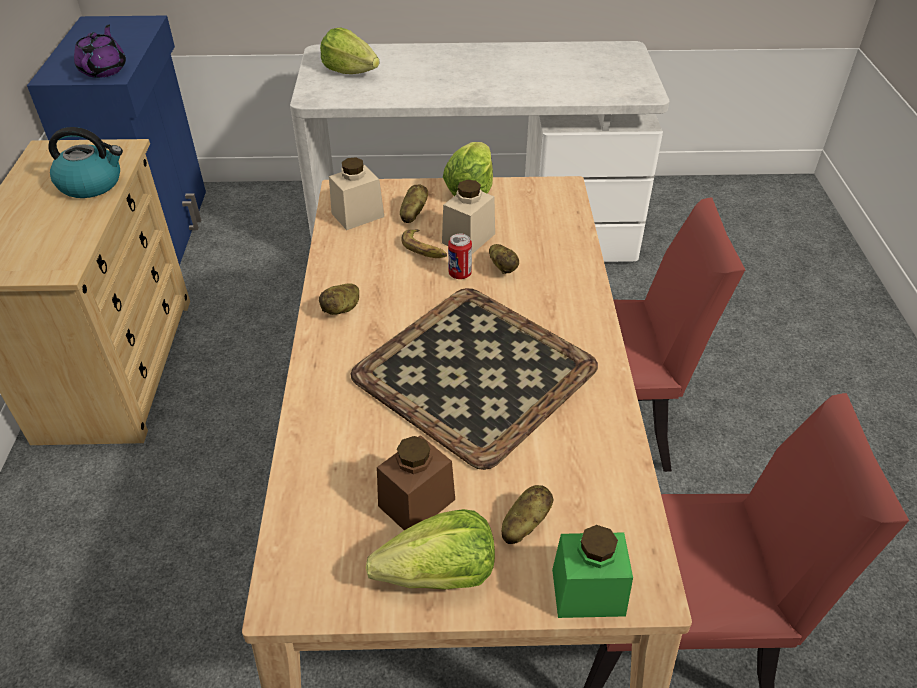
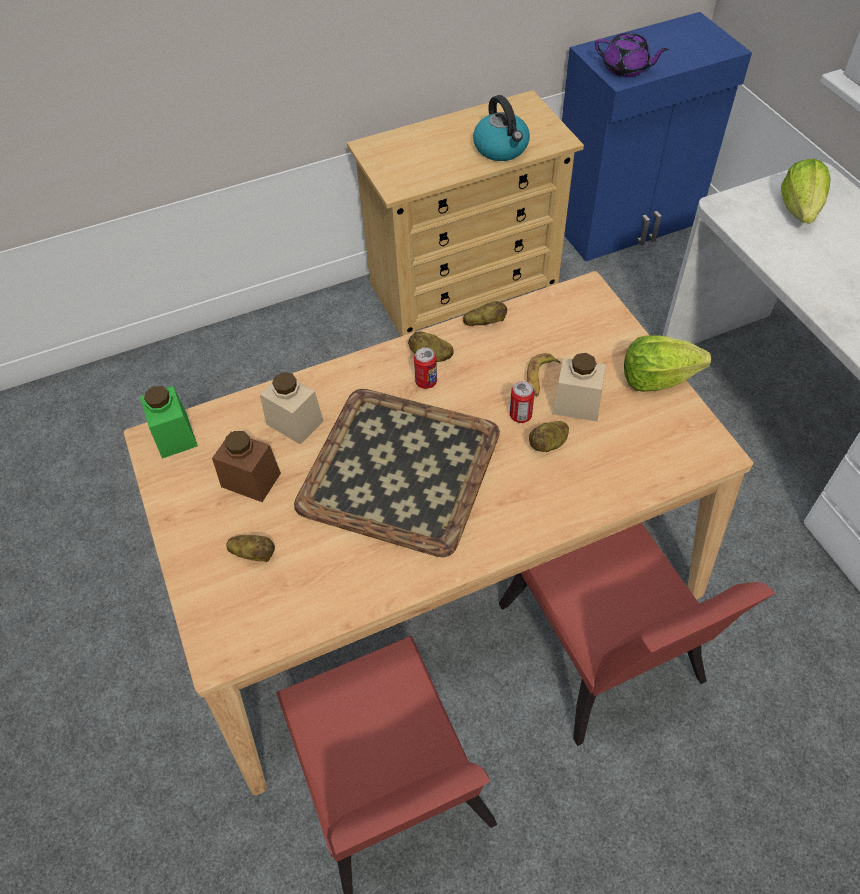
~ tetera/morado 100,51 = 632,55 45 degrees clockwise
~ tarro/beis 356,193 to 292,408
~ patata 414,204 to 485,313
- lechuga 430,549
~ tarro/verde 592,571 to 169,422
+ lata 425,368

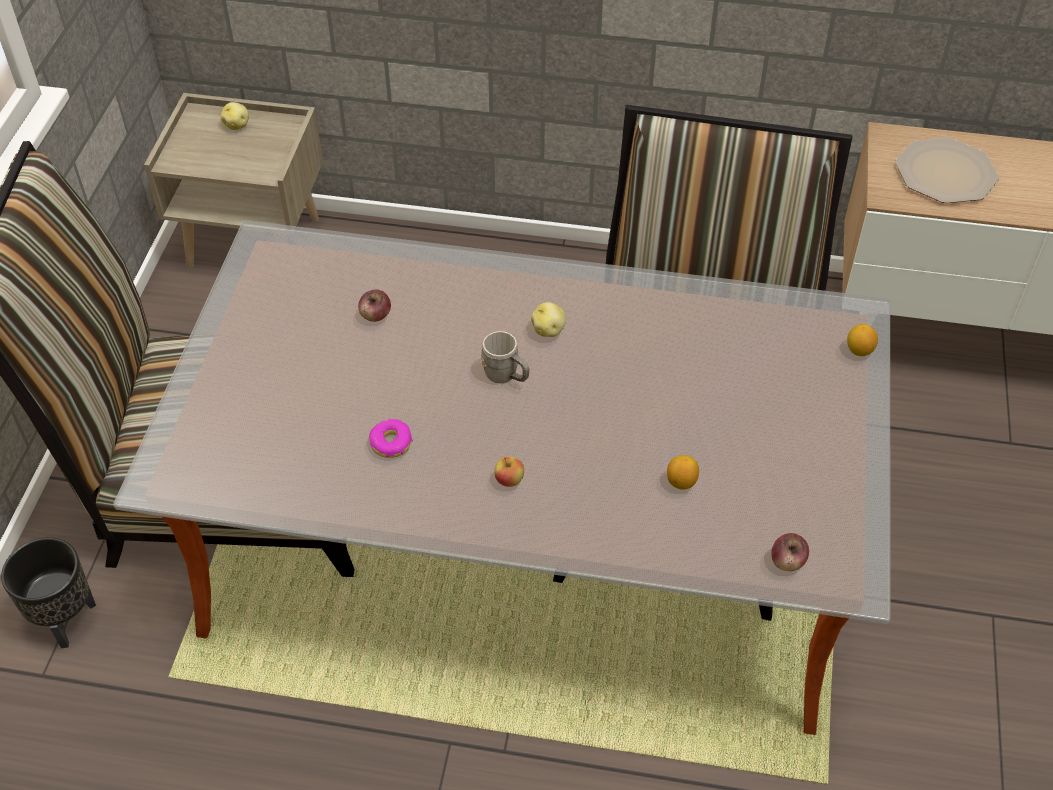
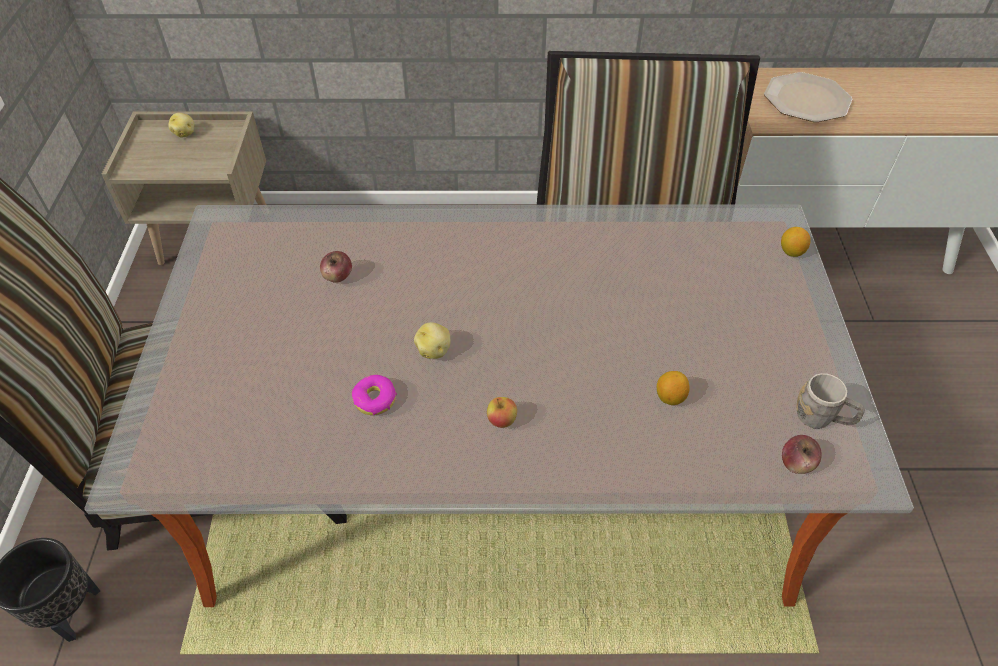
~ patata 548,319 to 432,340
~ taza grande/gris 505,357 to 830,401

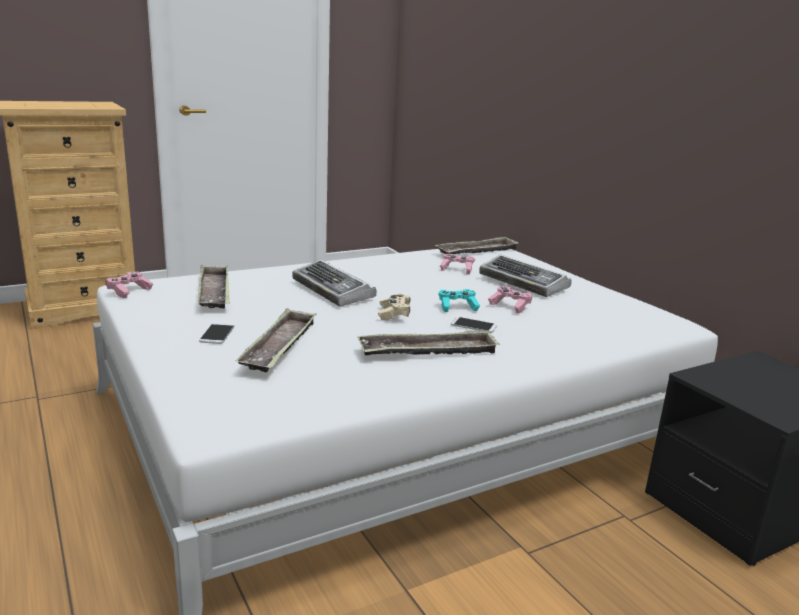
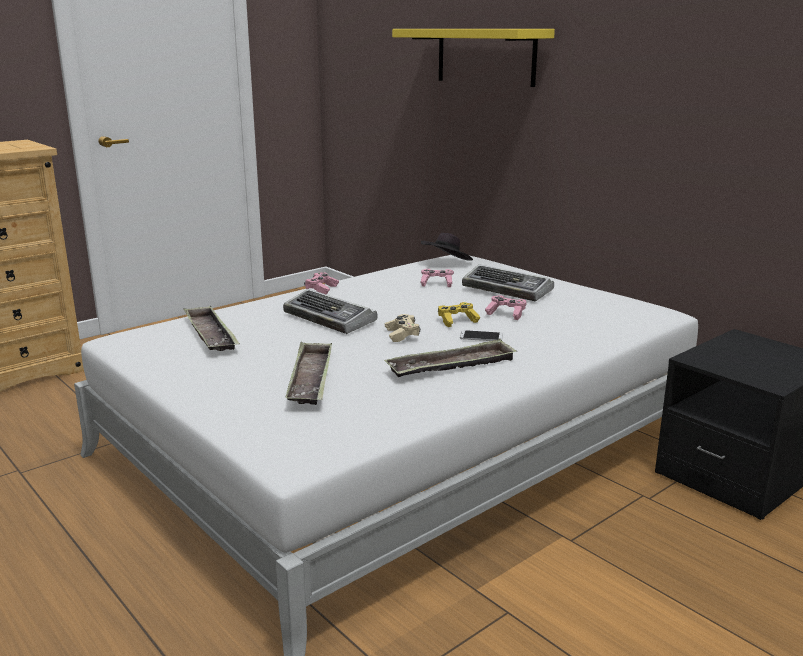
~ bandeja 477,245 to sombrero/negro 447,247
~ mando de consola/rosa 129,285 to 321,283
~ mando de consola/turquesa 459,300 to mando de consola/amarillo 459,314
- móvil 217,333
+ estante/amarillo 473,58

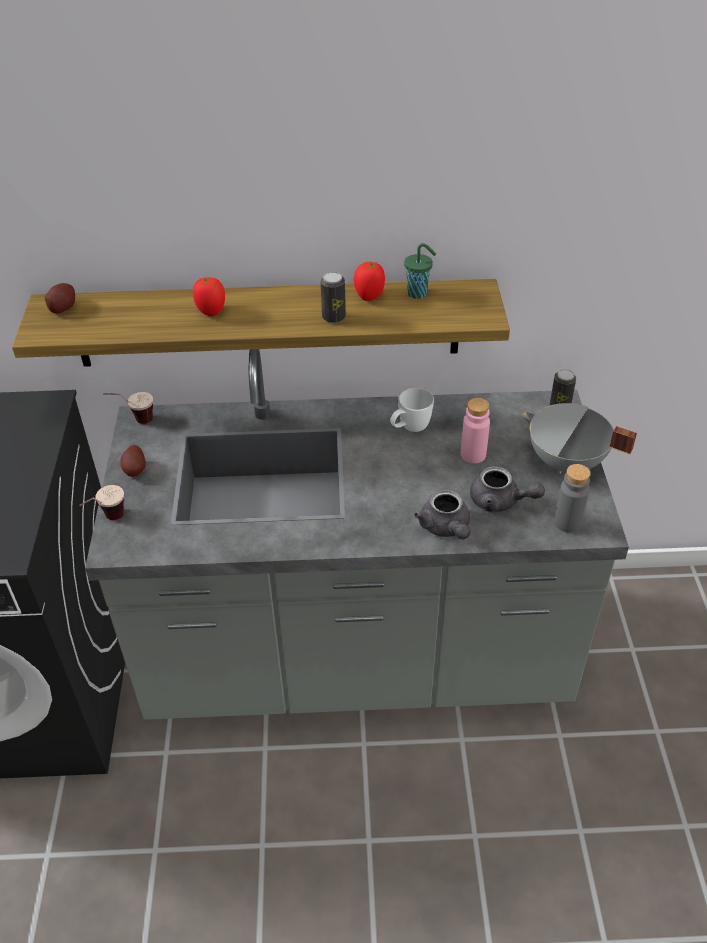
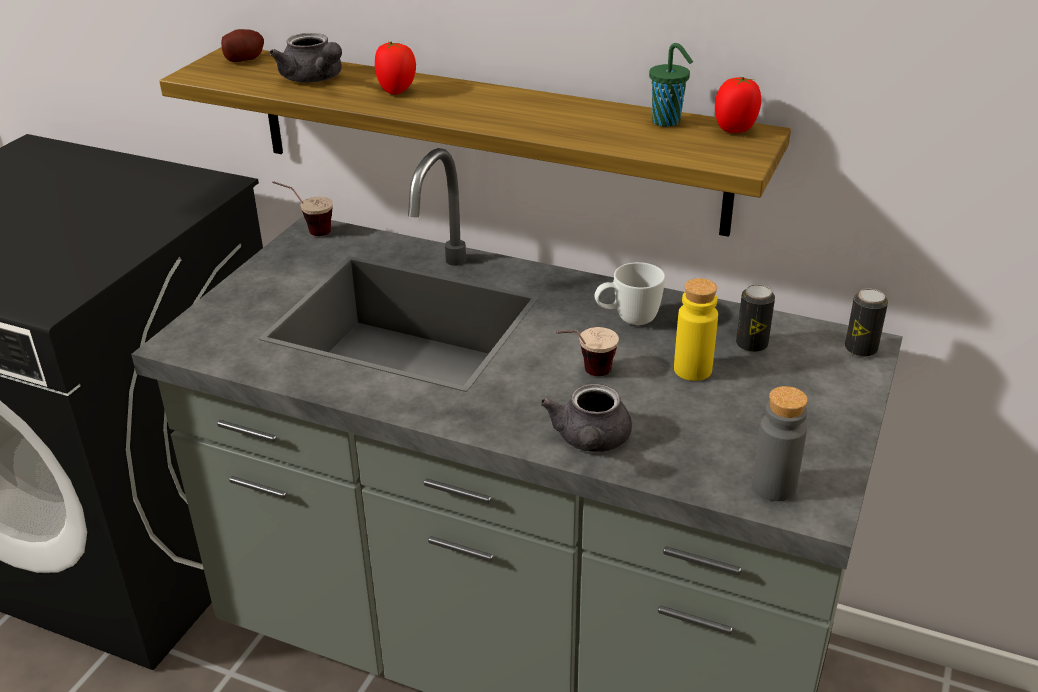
~ tomate 369,281 to 738,105
~ lata 333,297 to 755,318
~ botella/rosa 475,430 to botella/amarillo 696,329
- olla/gris 579,438
- patata 133,461
~ tetera/gris 507,489 to 305,58
~ taza 102,502 to 587,351

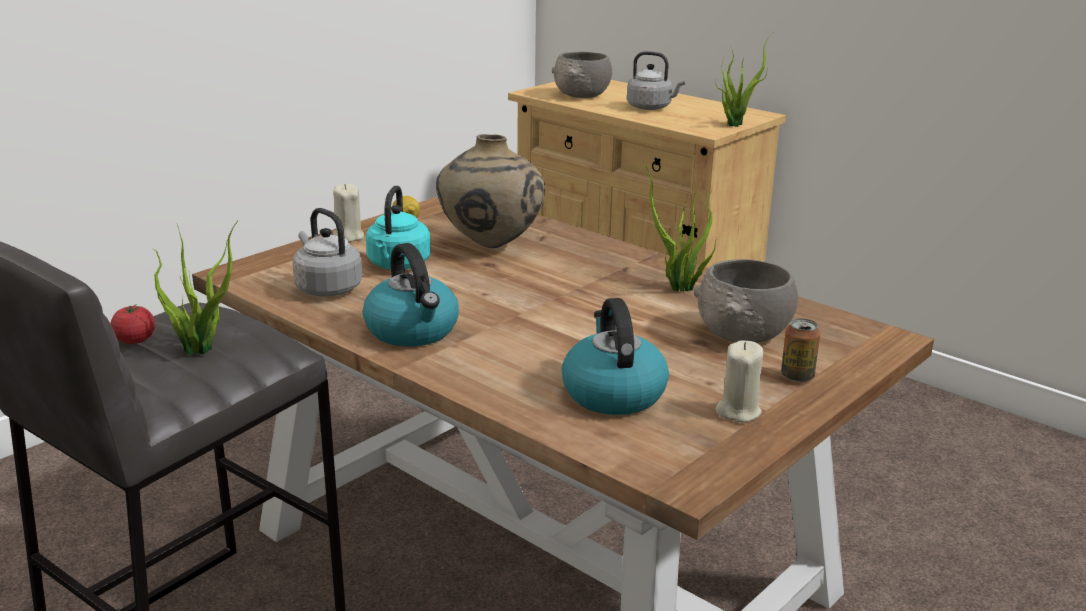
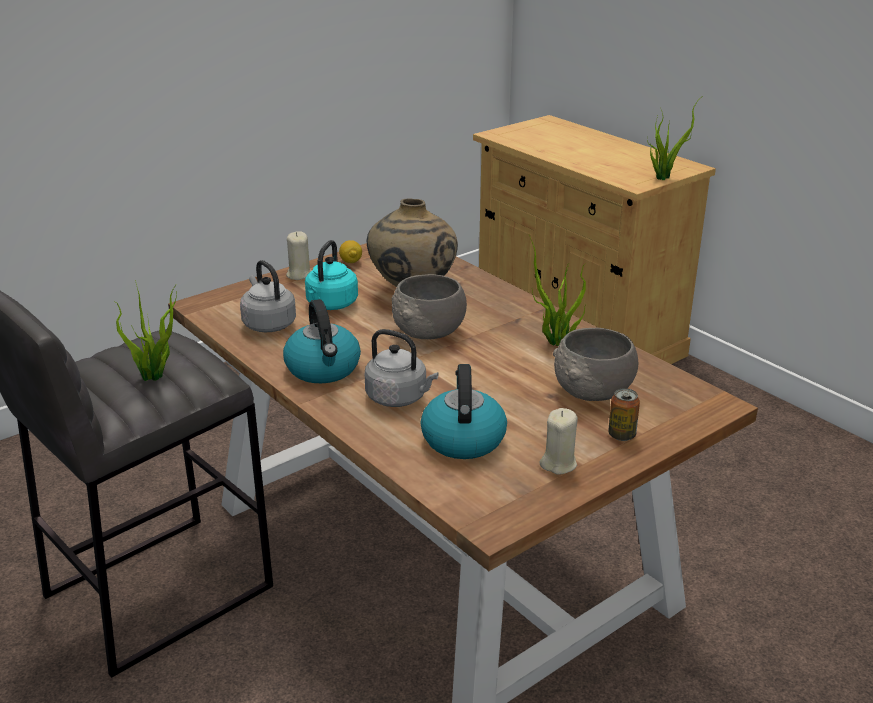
~ hervidor/gris 656,80 to 402,368
~ cuenco/gris 582,75 to 429,306
- tomate 133,324

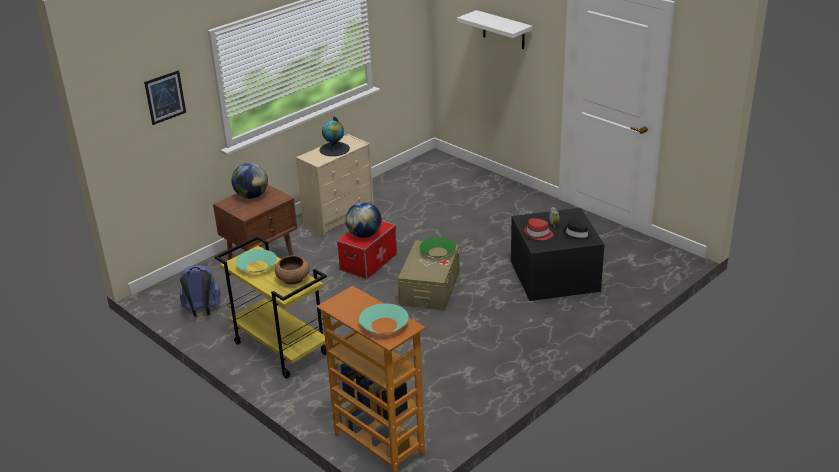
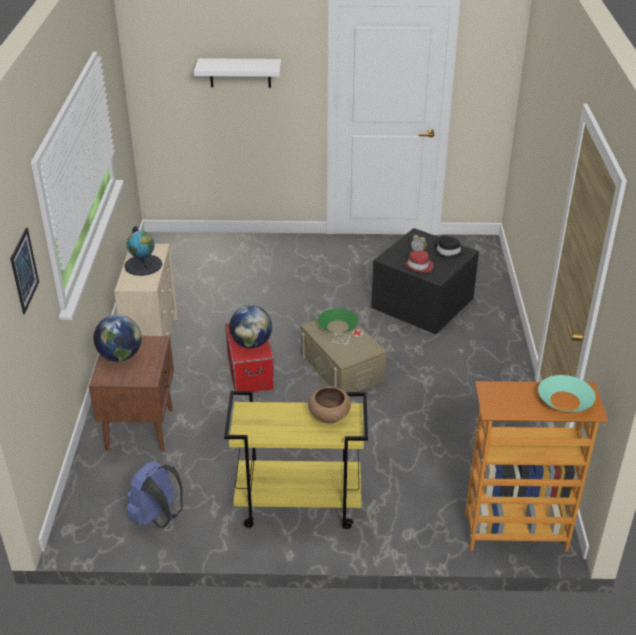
- cuenco/turquesa 256,261

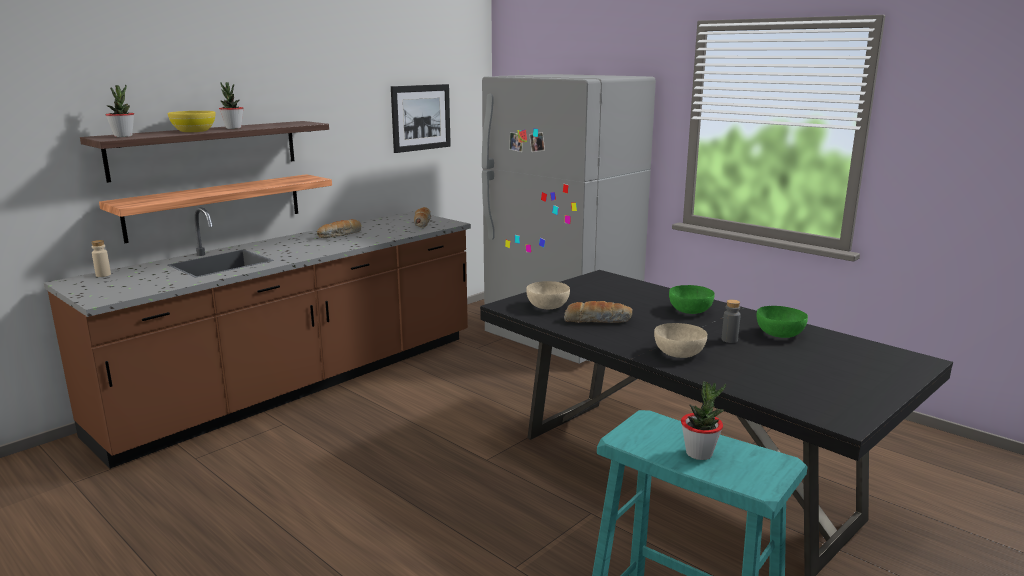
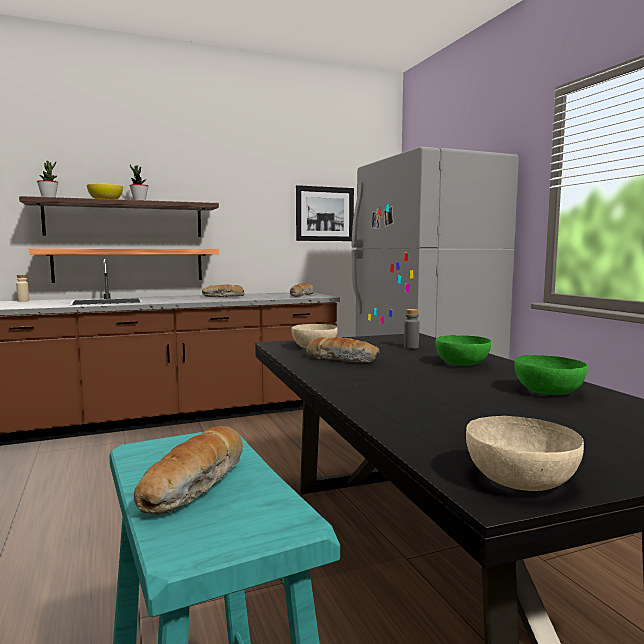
~ botella/gris 731,321 to 411,329
~ cuenco/beis 680,340 to 525,453
~ planta en maceta 703,420 to pan 188,470

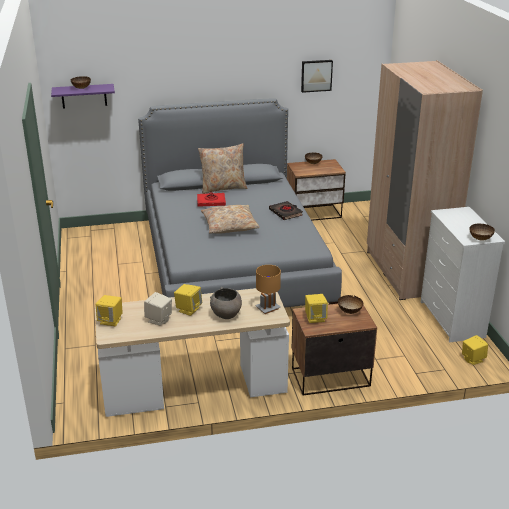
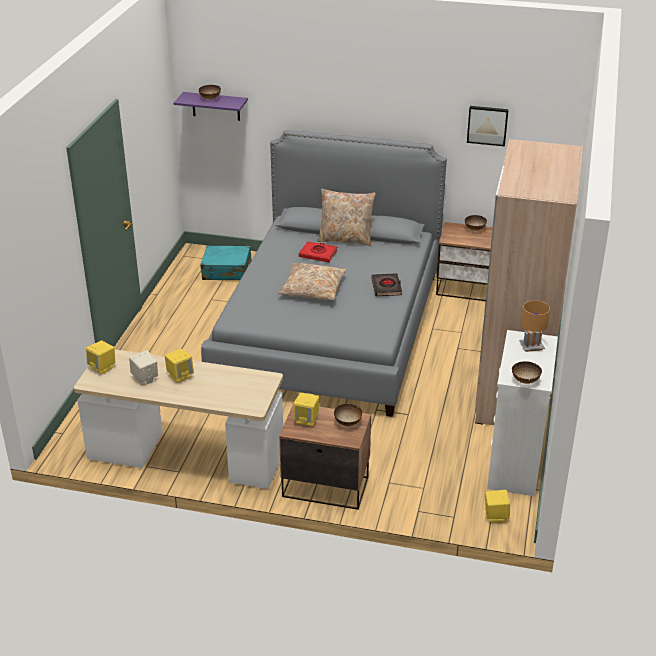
~ lámpara de mesa/marrón 268,289 to 534,326
- cuenco/gris 226,303
+ maleta/turquesa 226,263

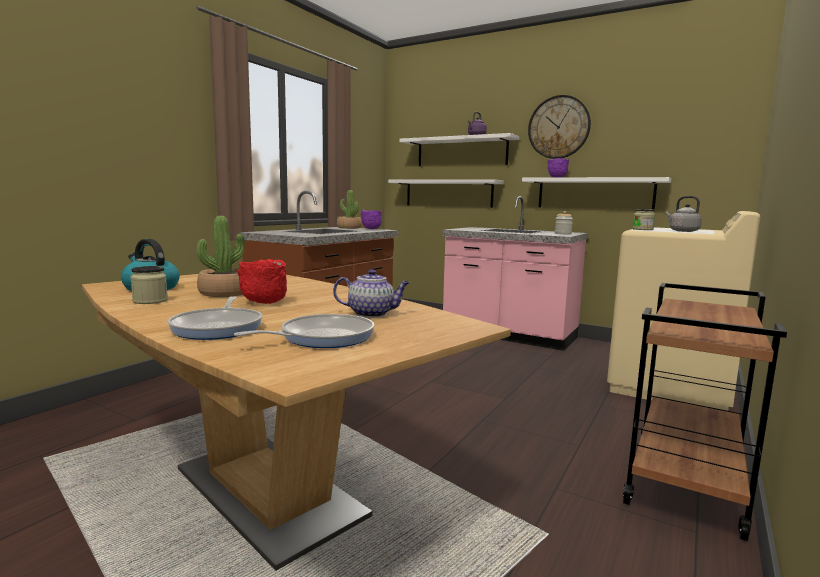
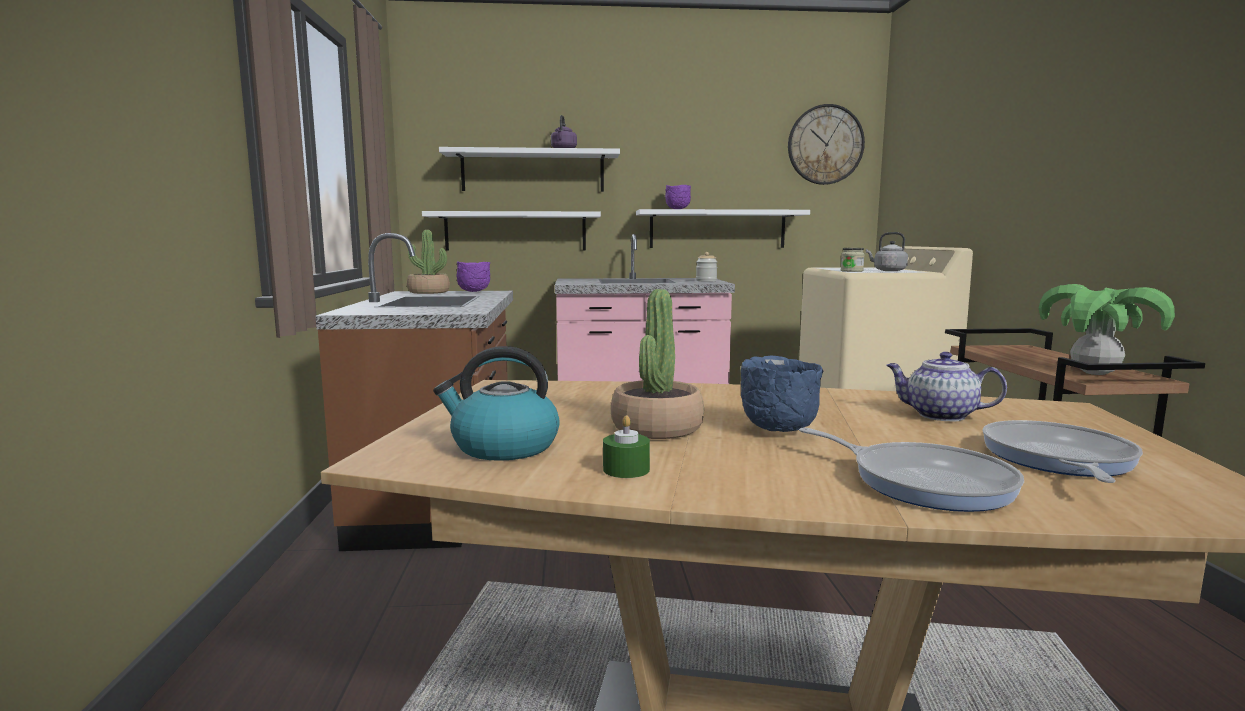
~ reloj de pared 559,127 to 826,144
~ cuenco/rojo 262,281 to cuenco/azul 782,394
~ tarro 149,285 to vela/verde 626,446
~ tetera 371,293 = 946,387 120 degrees counterclockwise
+ planta en maceta 1107,329

